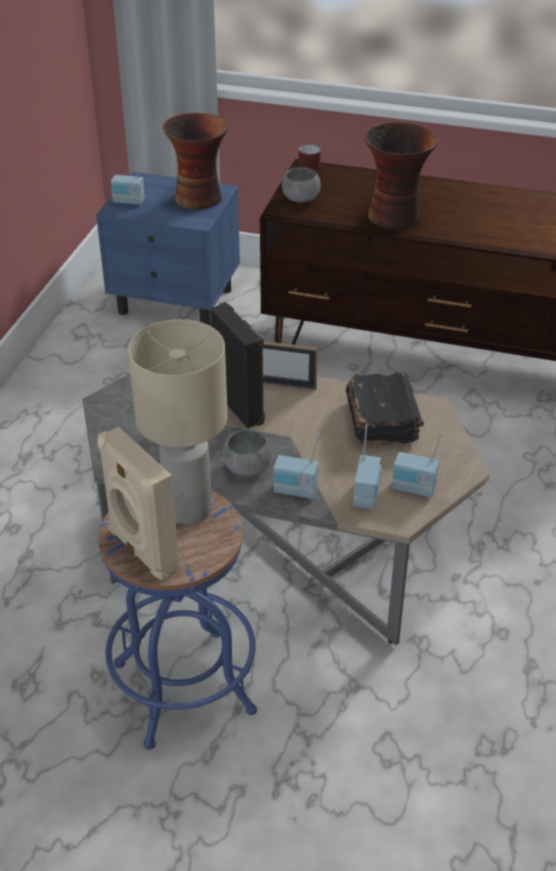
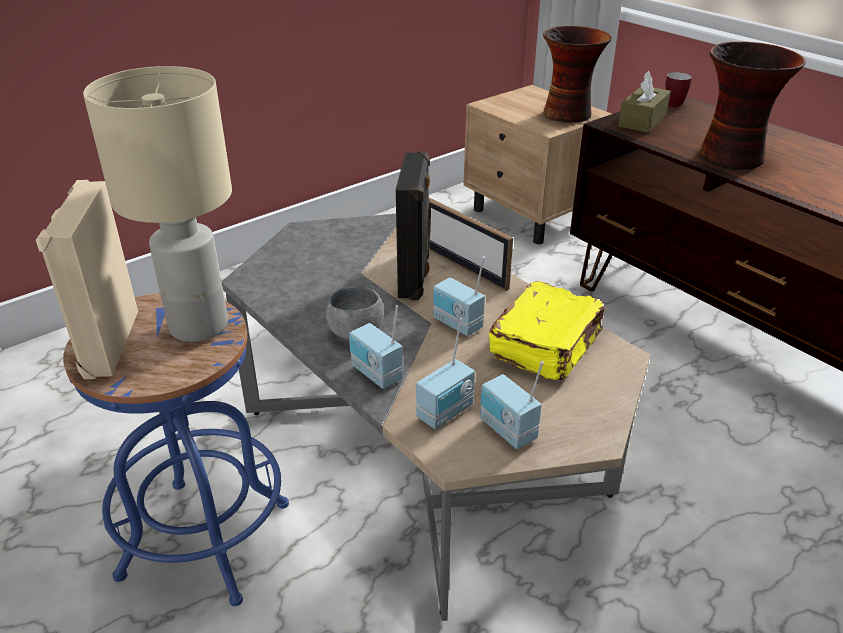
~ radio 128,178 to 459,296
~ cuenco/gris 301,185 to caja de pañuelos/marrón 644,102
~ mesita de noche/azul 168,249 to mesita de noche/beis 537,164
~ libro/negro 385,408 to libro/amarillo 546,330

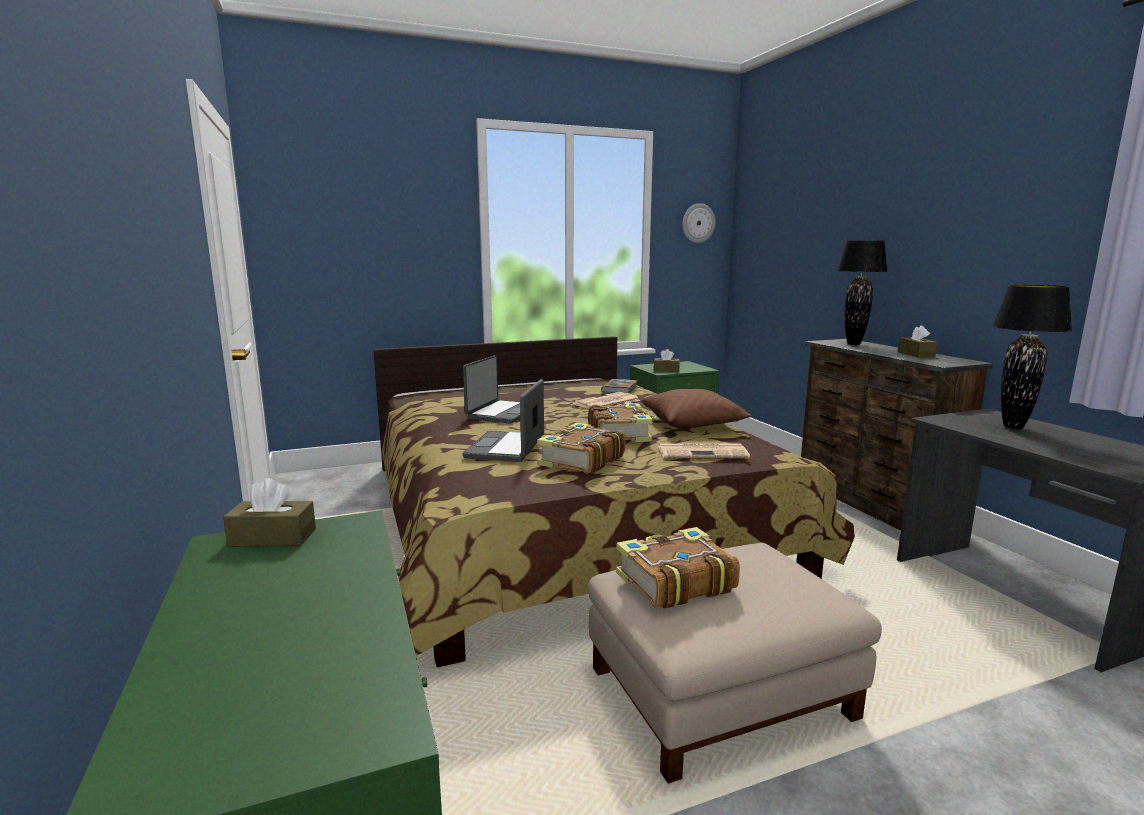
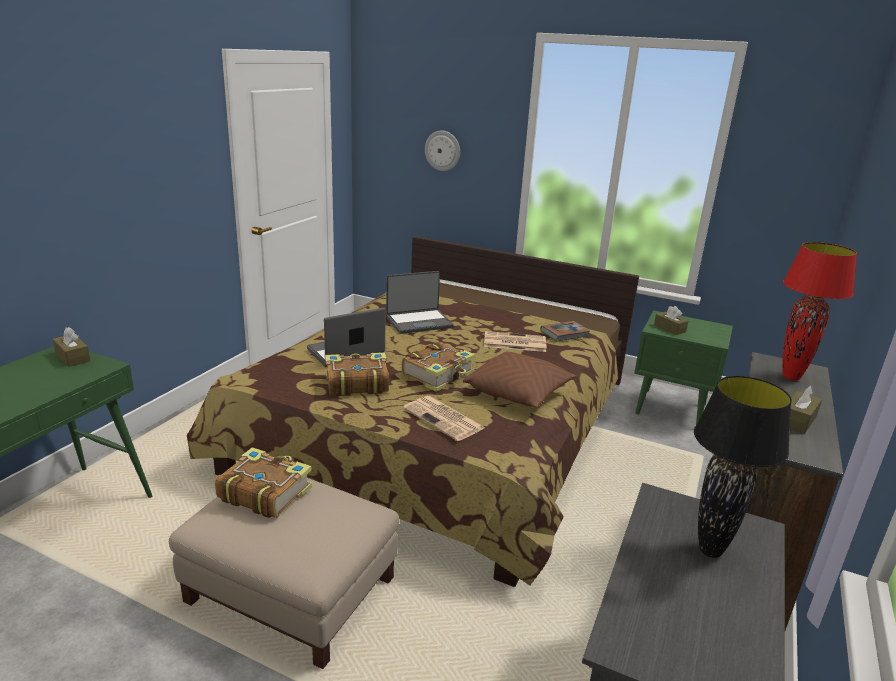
~ reloj de pared 699,223 to 442,150
~ lámpara de mesa/negro 862,292 to lámpara de mesa/rojo 819,311

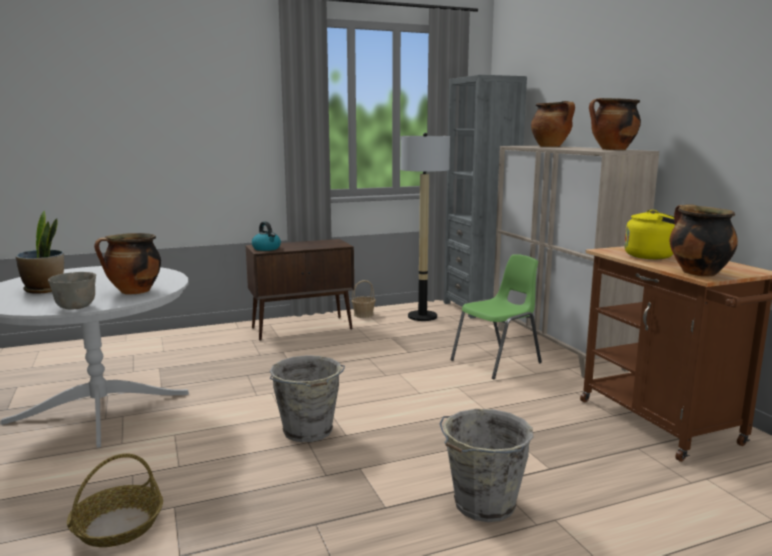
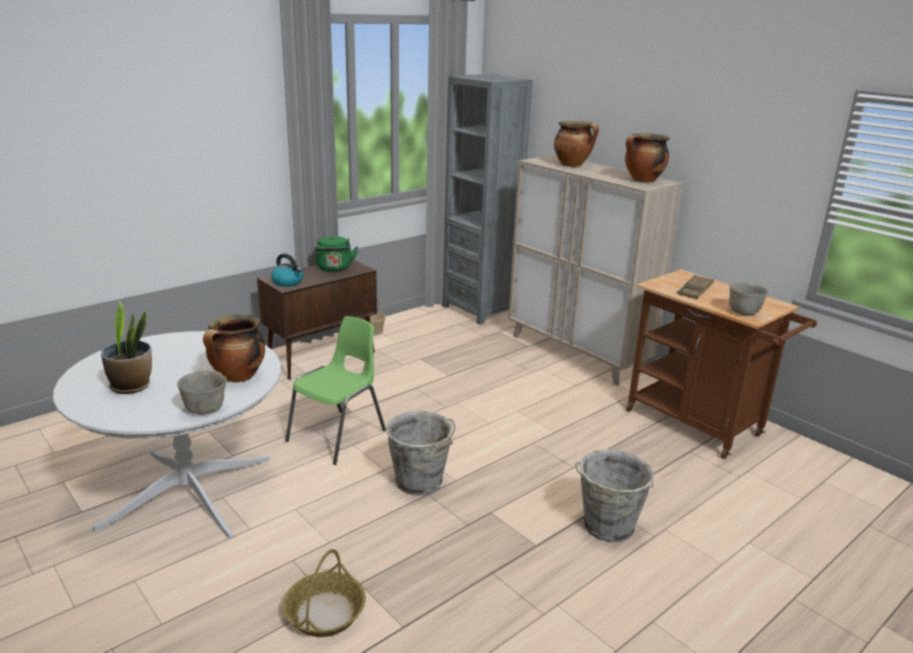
- lámpara de pie 425,227
~ olla 703,240 to cuenco/gris 748,299
~ hervidor/amarillo 649,234 to bandeja/marrón 695,287
~ silla/verde 496,316 to 335,390
+ hervidor/verde 337,253

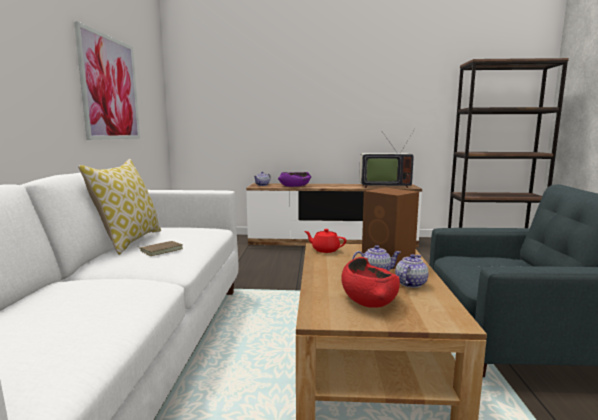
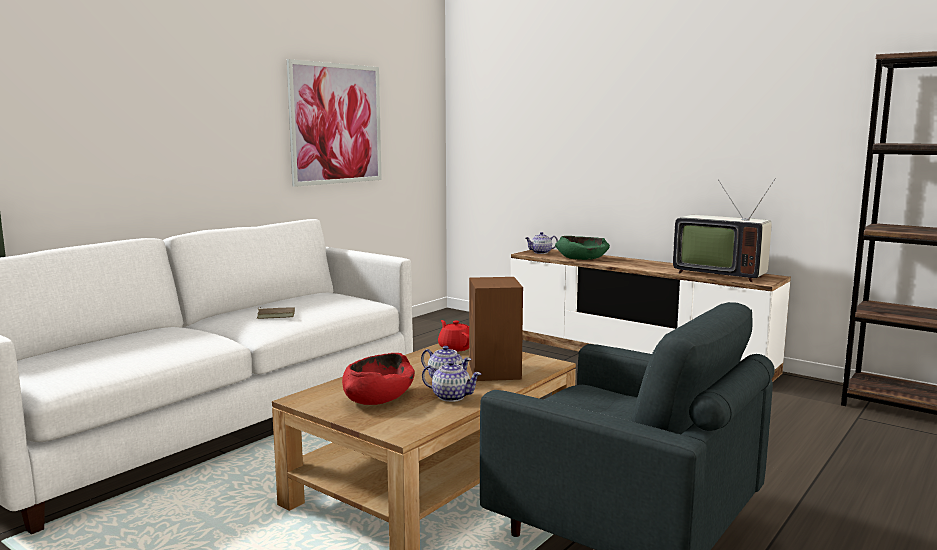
- cojín 119,207
~ cuenco/morado 294,179 to cuenco/verde 582,248
~ tetera 412,271 = 451,381 45 degrees clockwise

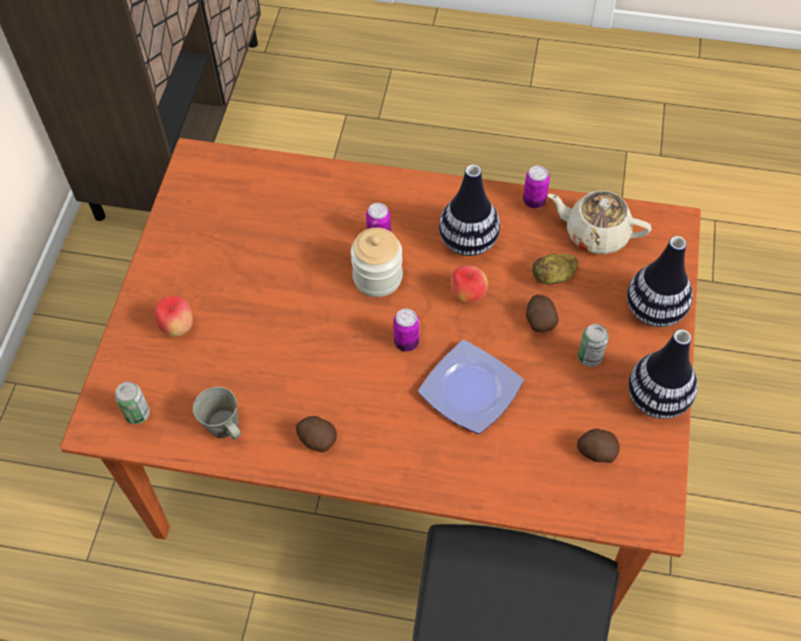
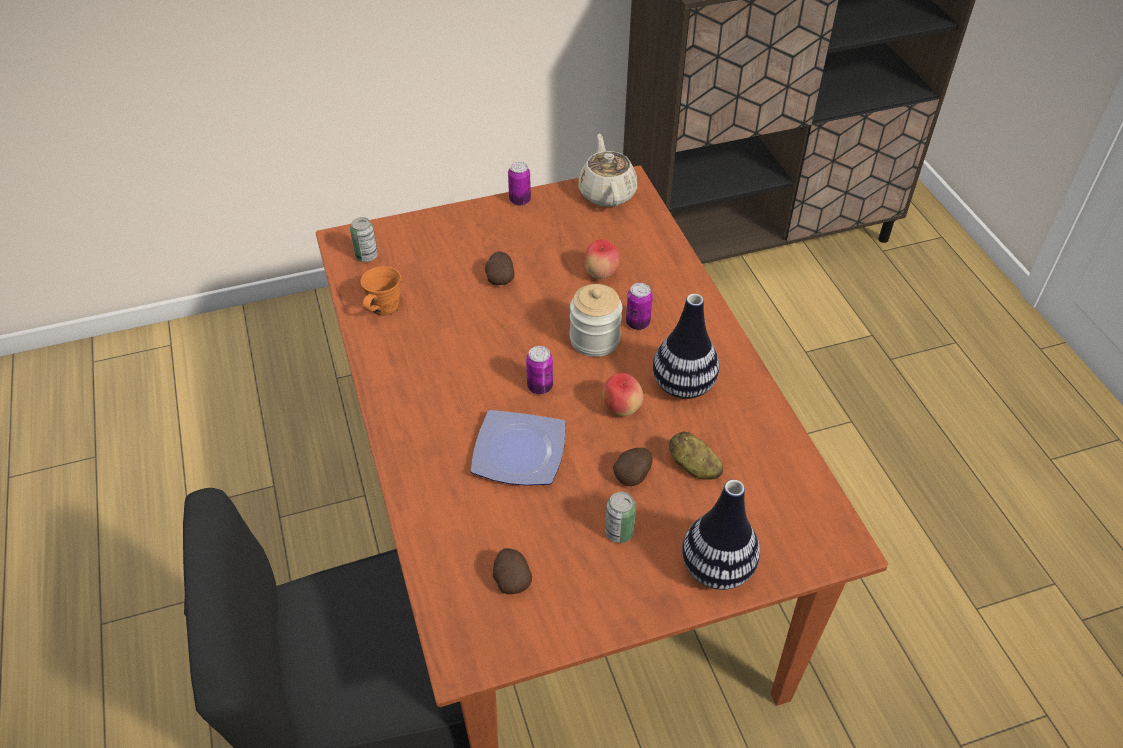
~ lata 536,187 to 519,184
~ tetera/beis 599,222 to 607,170
~ manzana 174,316 to 602,259
- florero 663,374
~ taza grande/gris 217,413 to taza grande/naranja 380,291
~ patata 316,434 to 500,268

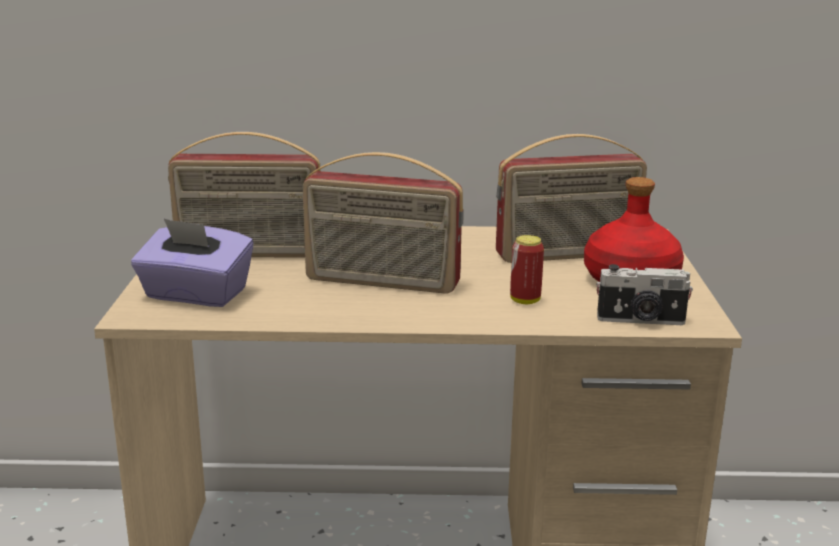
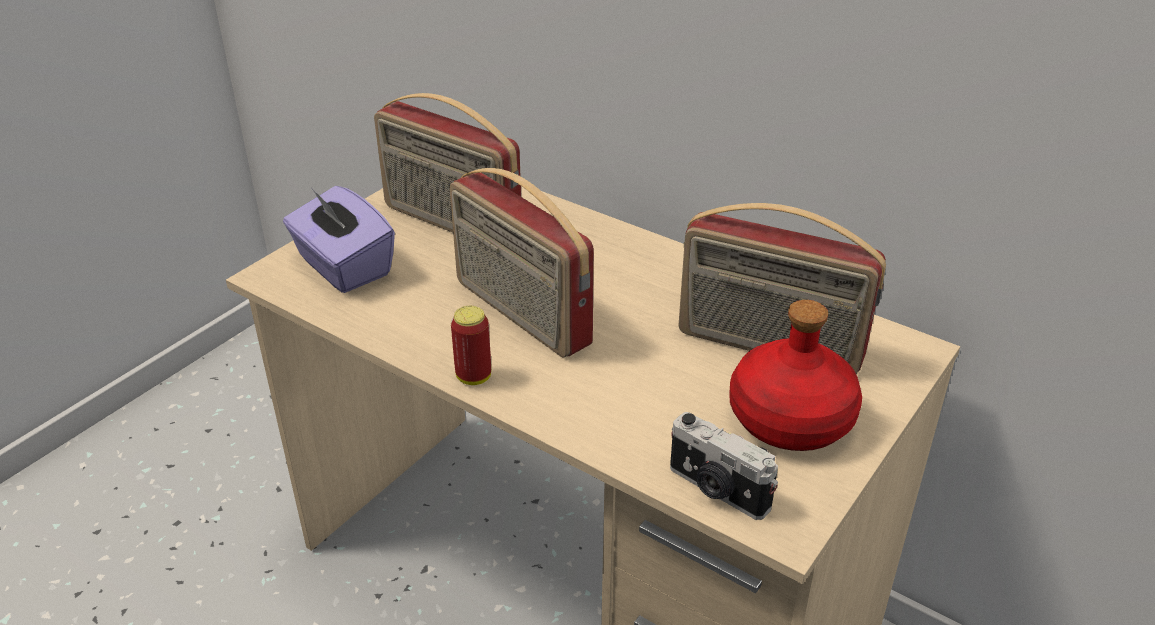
~ lata 527,269 to 471,345

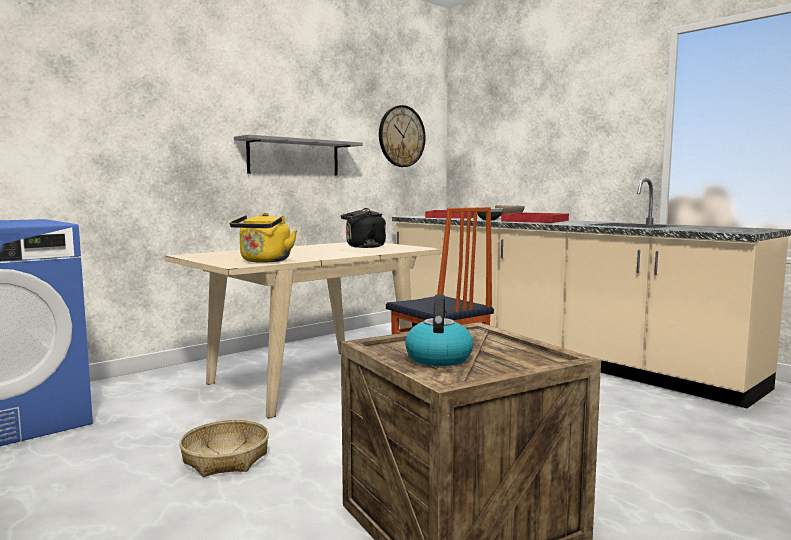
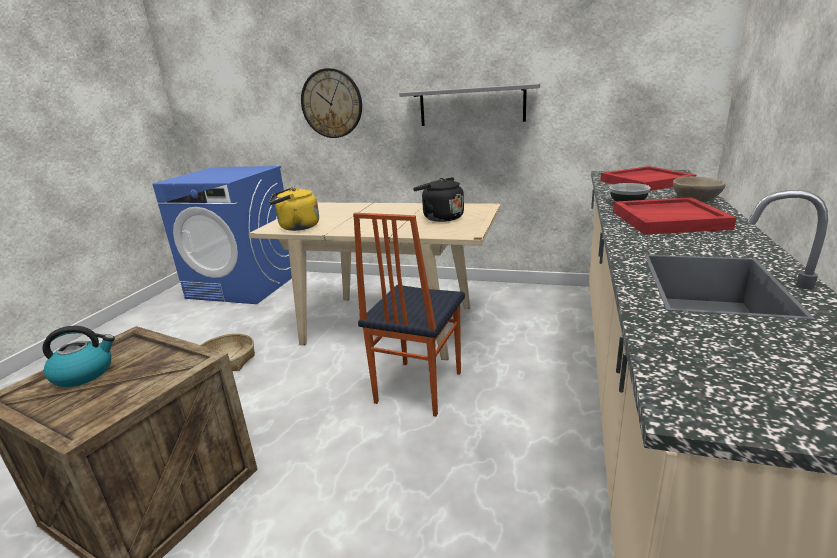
~ reloj de pared 402,136 to 331,103

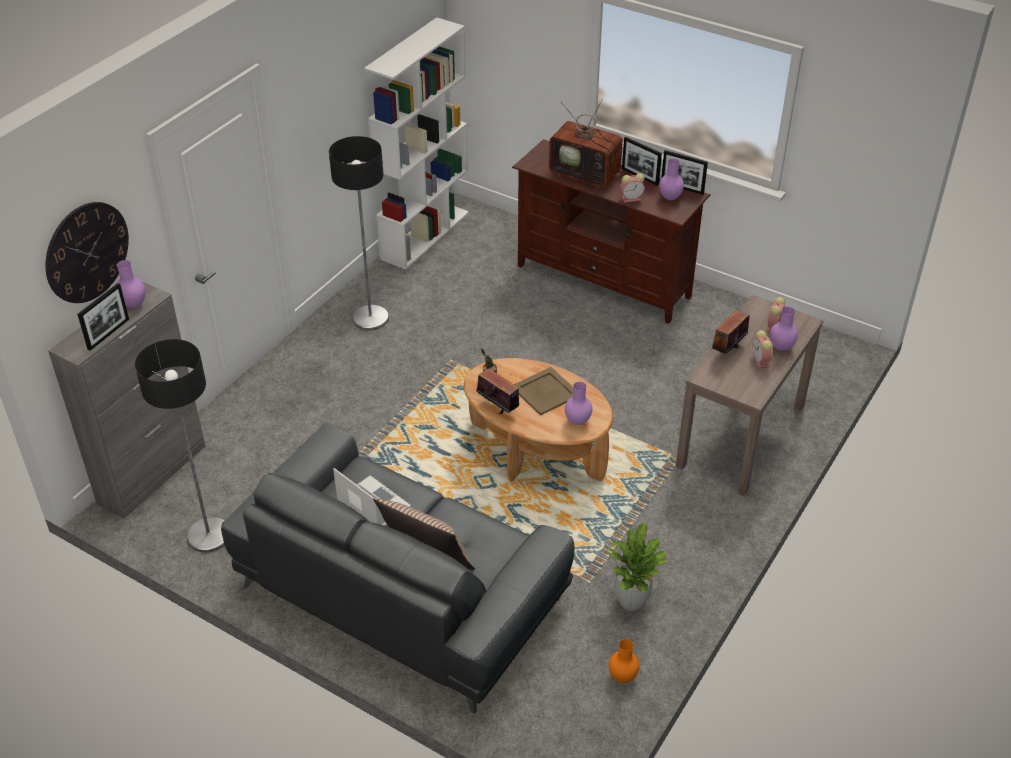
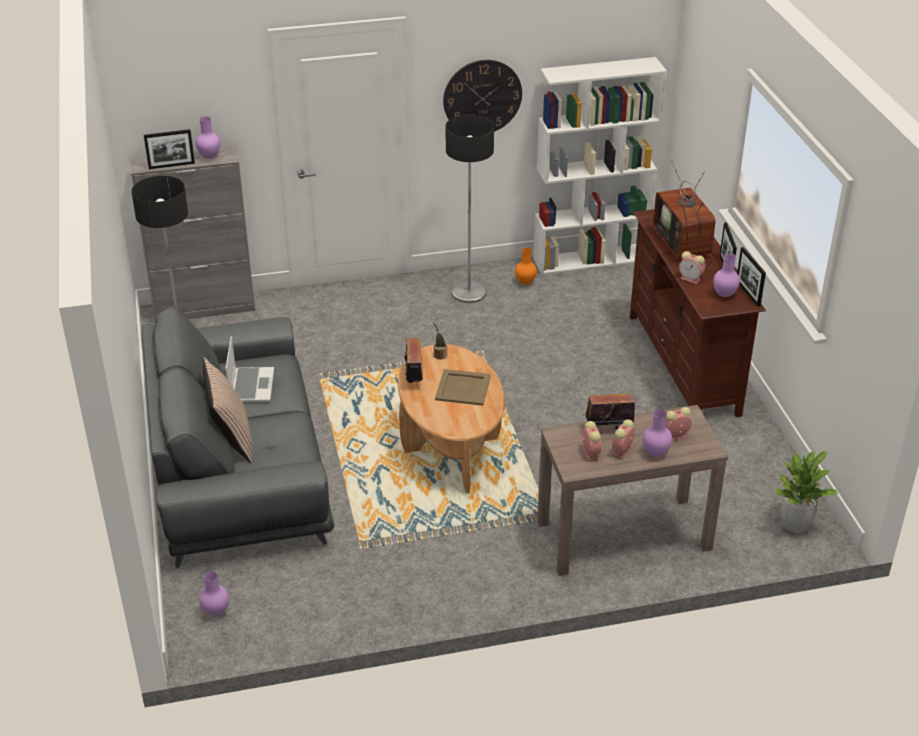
~ reloj de pared 87,252 to 482,96
~ florero/morado 578,403 to 214,593
~ planta en maceta 636,567 to 805,492
~ florero/naranja 624,661 to 526,266
+ despertador 592,441

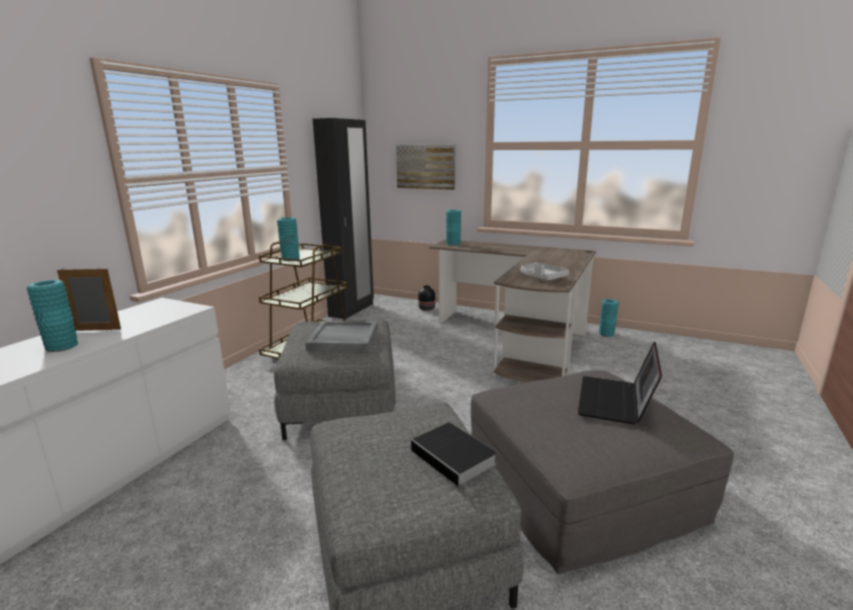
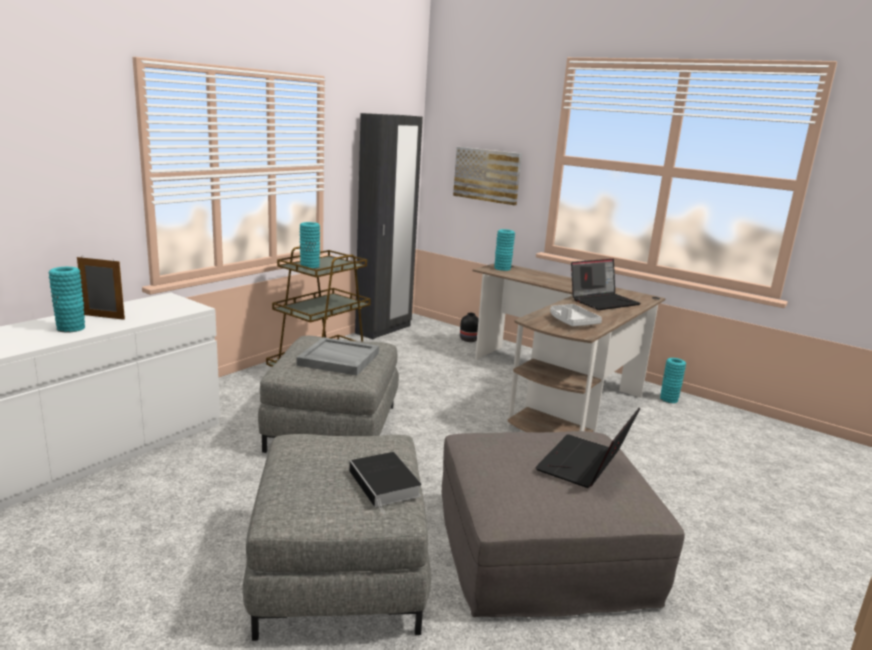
+ portátil 606,284

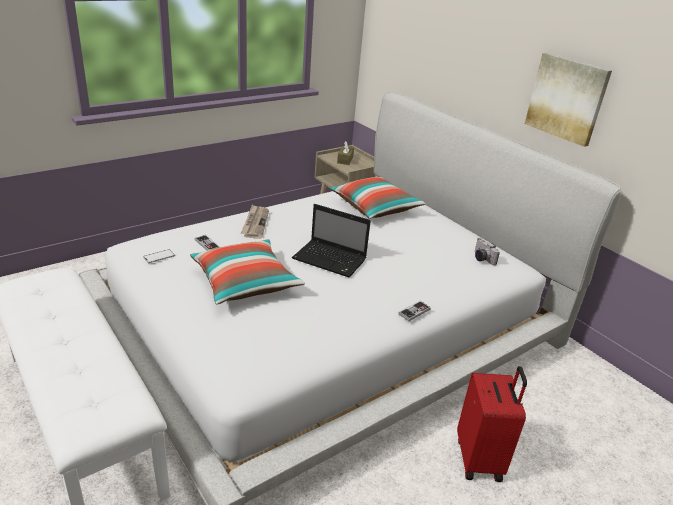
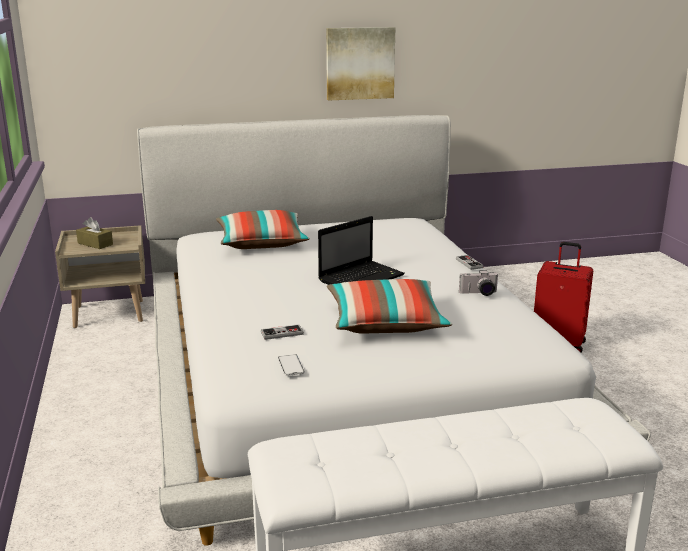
- periódico 255,222
~ cámara 487,251 to 479,283

